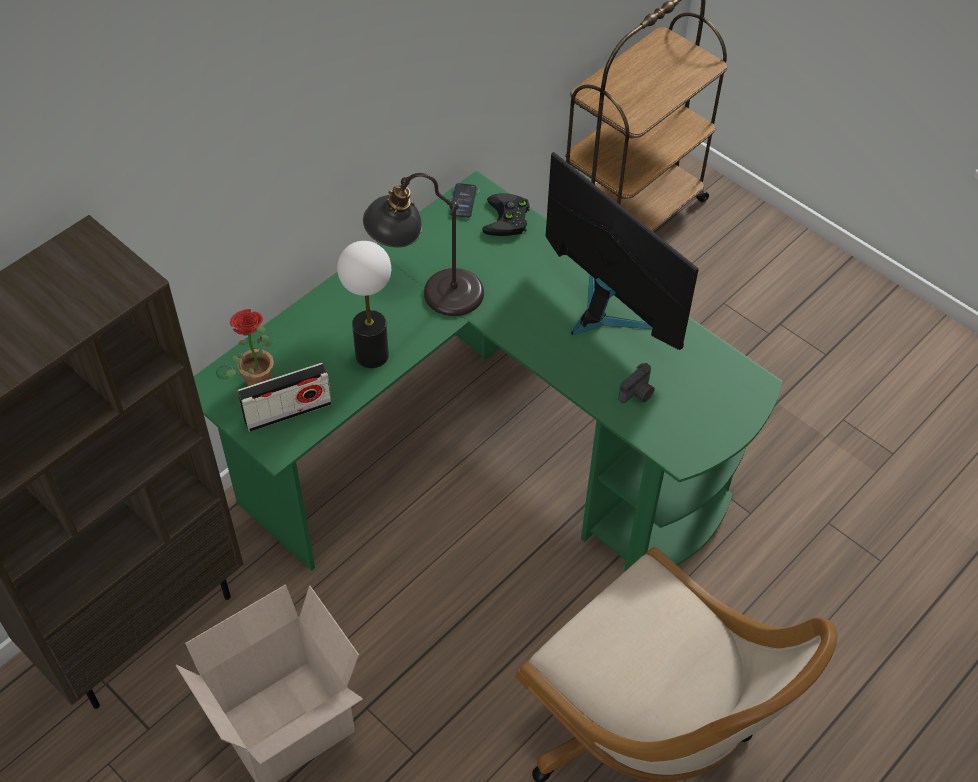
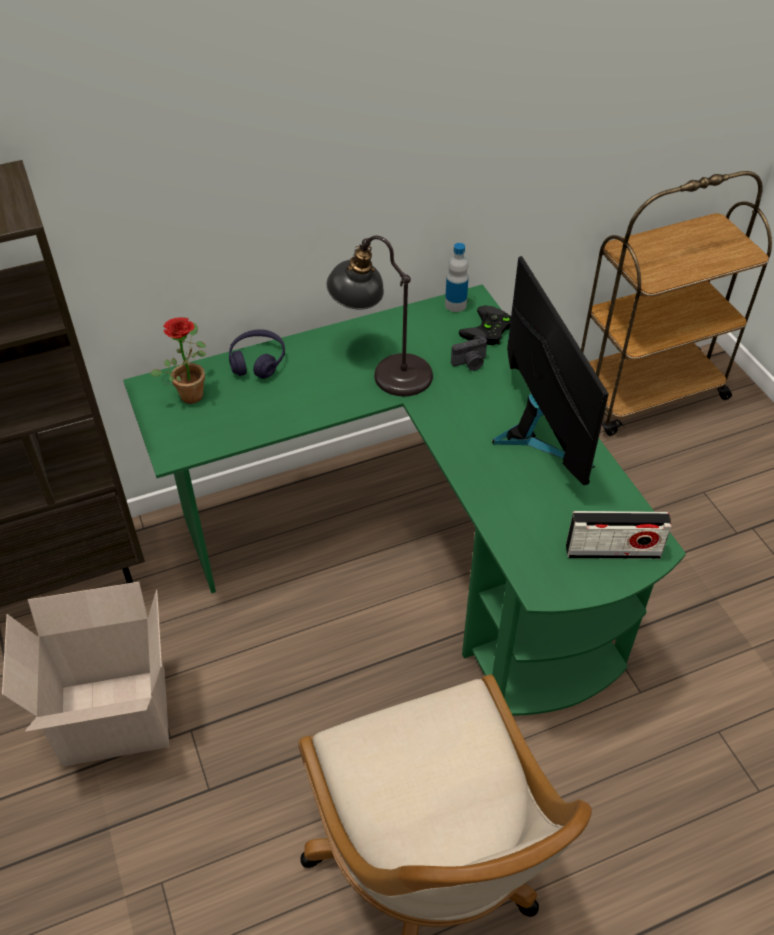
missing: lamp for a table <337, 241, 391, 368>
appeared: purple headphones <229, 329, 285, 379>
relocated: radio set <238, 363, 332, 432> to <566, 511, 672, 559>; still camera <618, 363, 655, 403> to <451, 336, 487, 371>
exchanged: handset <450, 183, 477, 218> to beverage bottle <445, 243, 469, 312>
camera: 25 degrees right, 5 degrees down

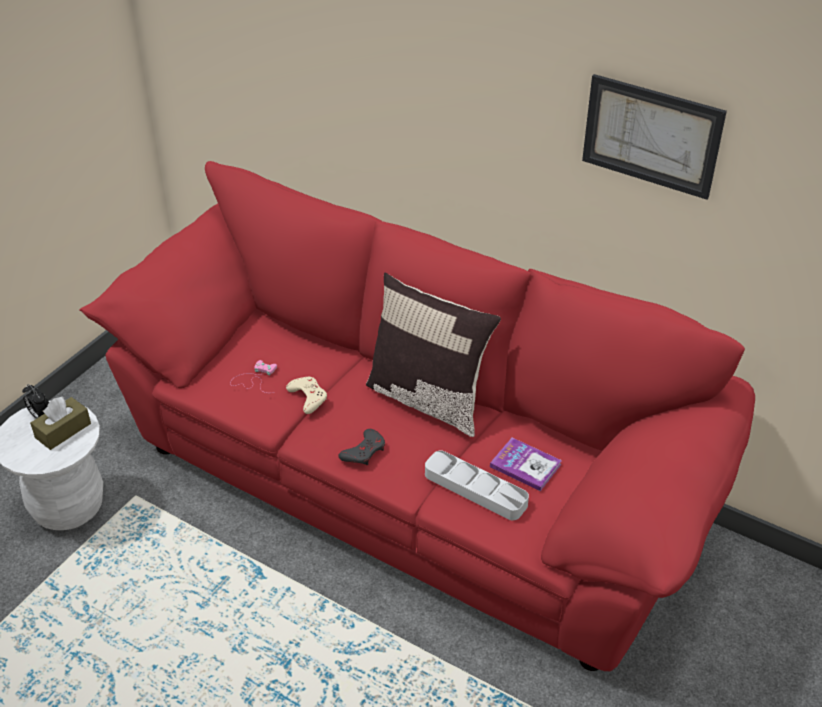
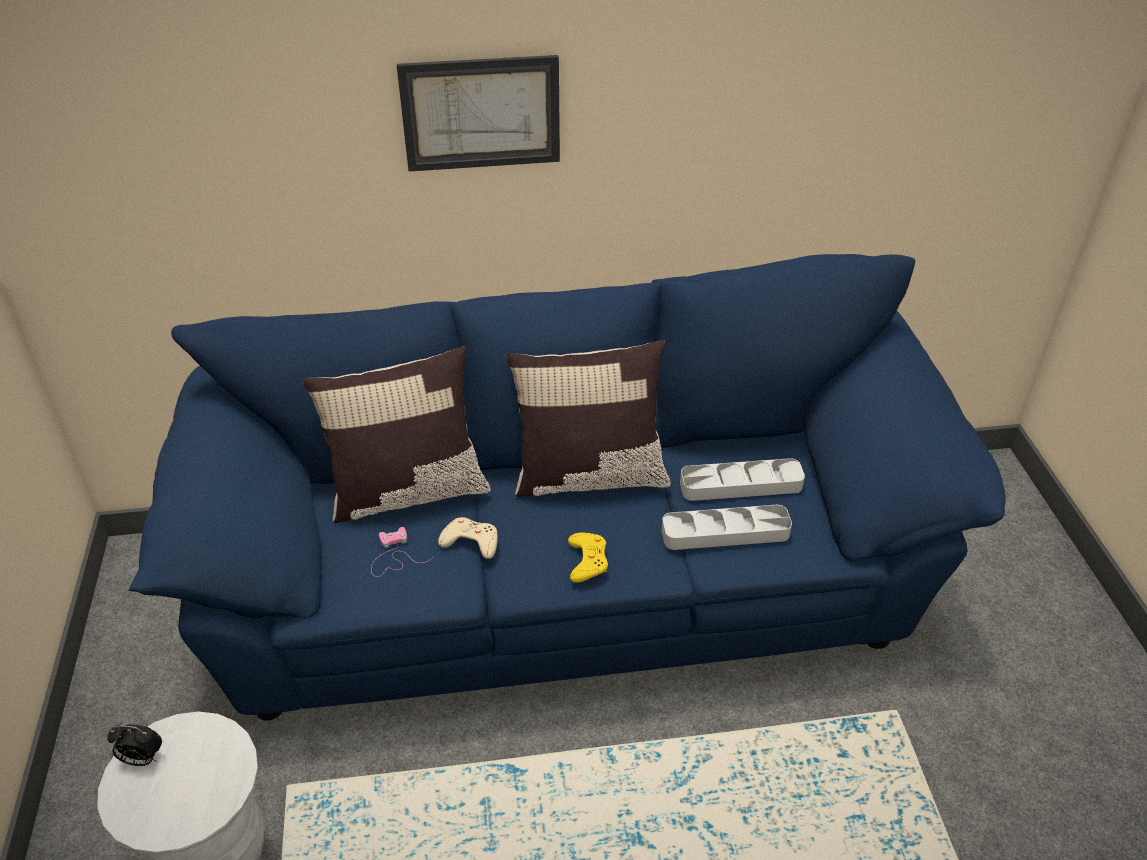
missing: brown box of tissues <30, 397, 91, 450>
appeared: pillow <302, 346, 491, 523>
relocated: wall art <582, 74, 727, 200> to <397, 55, 560, 172>
exchanged: bound book <490, 438, 562, 491> to gray tray <680, 458, 805, 501>
colour: reddish couch <79, 161, 755, 671> to blue-coloured couch <129, 254, 1006, 720>; gray gamepad <338, 429, 385, 465> to yellowish gamepad <568, 533, 608, 583>
camera: 40 degrees left, 0 degrees up

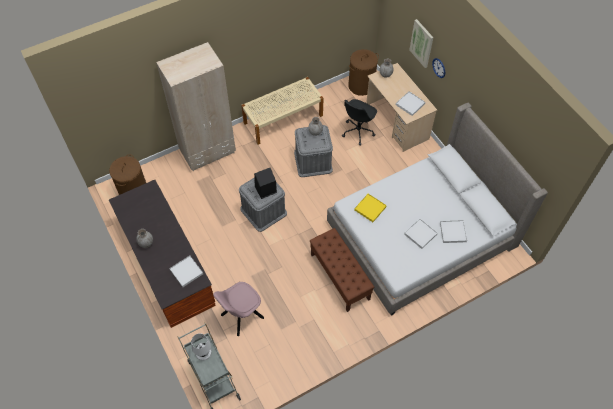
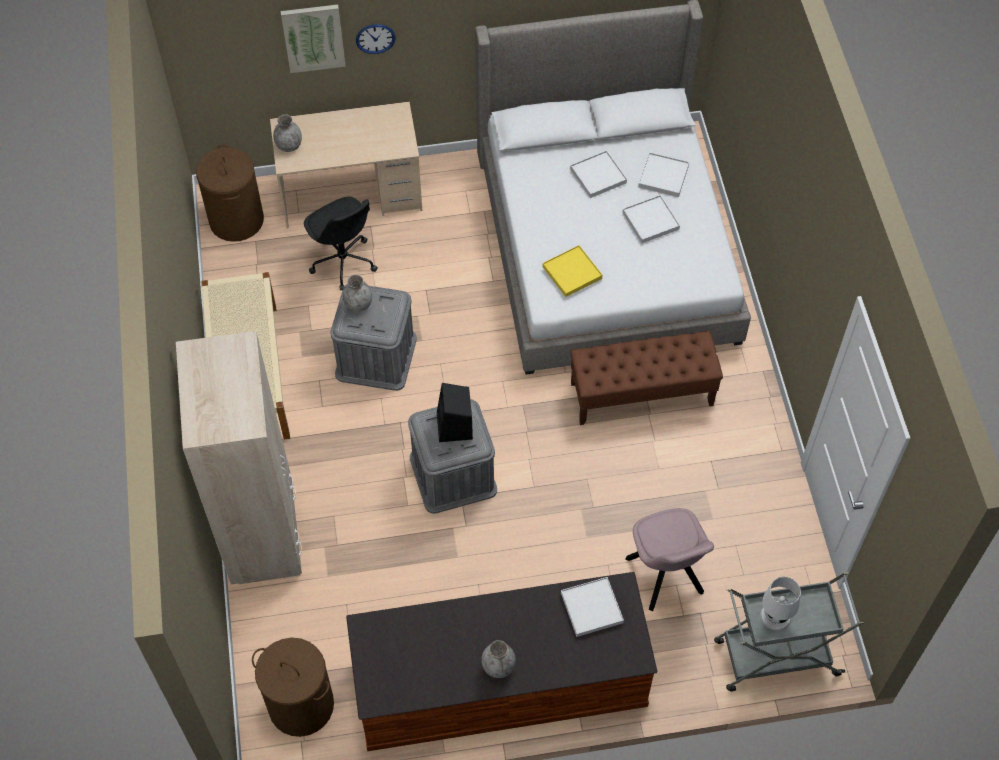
relocated: whitish tray <396, 91, 425, 116> to <570, 150, 627, 198>
camera: 70 degrees left, 0 degrees up

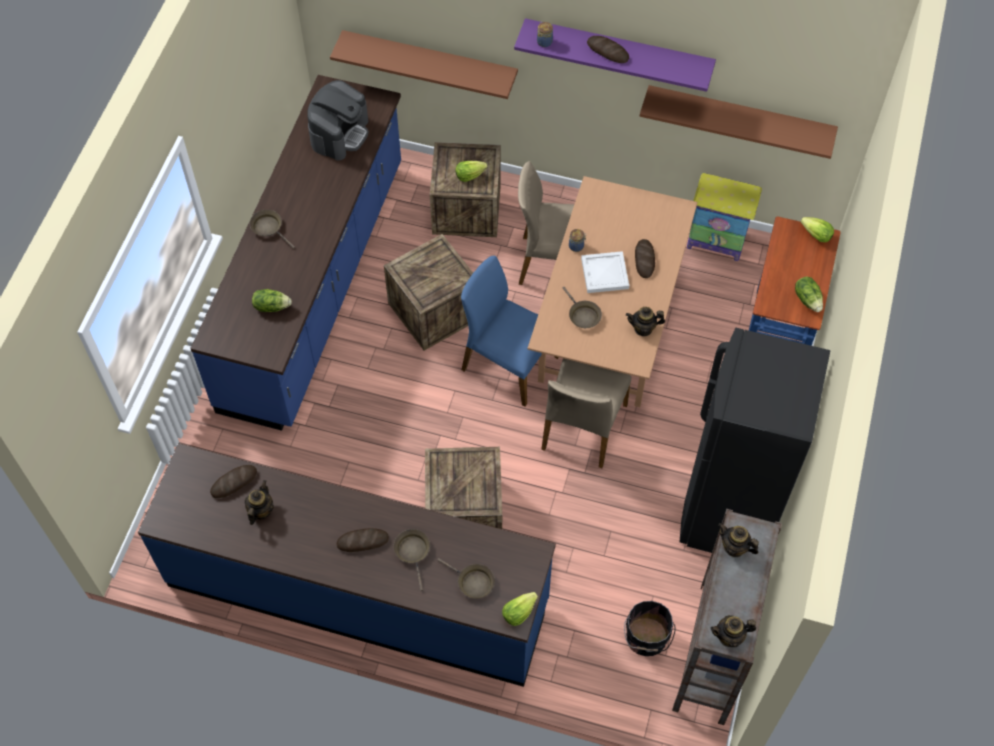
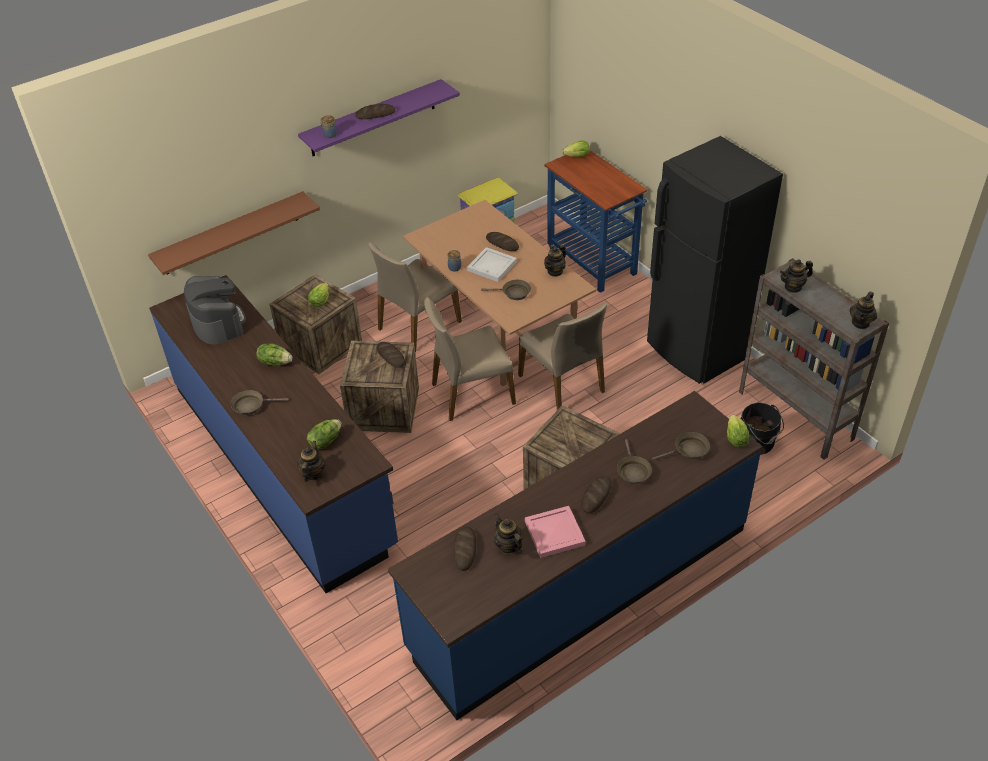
missing: brown wall shelf <640, 85, 838, 159>
appeared: teapot <297, 441, 325, 482>; baked bread <376, 342, 405, 368>; pink-coloured tray <525, 506, 586, 558>
relocated: lettuce <795, 277, 823, 312> to <256, 343, 293, 366>
colour: blue-coloured plain chair <461, 256, 559, 407> to beige-coloured plain chair <424, 297, 516, 421>
spun: brown frying pan <394, 529, 430, 591> = <617, 439, 652, 484> 120 degrees counterclockwise
camera: 50 degrees left, 15 degrees down

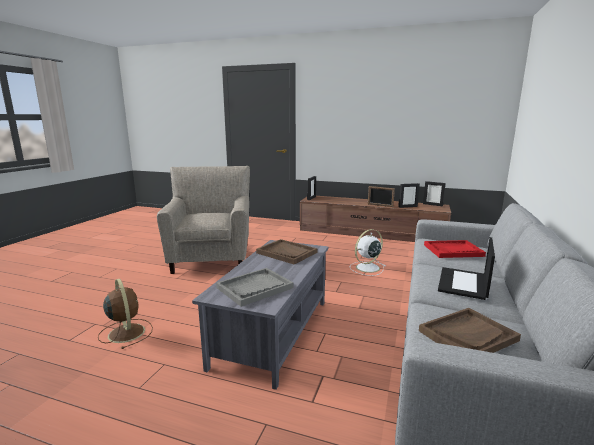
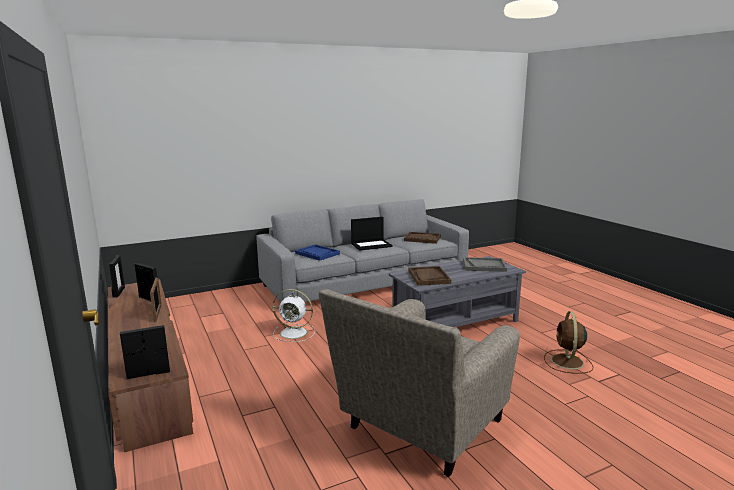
colour: reddish tray <424, 240, 486, 258> to blue-coloured tray <295, 244, 340, 261>
camera: 135 degrees left, 0 degrees up

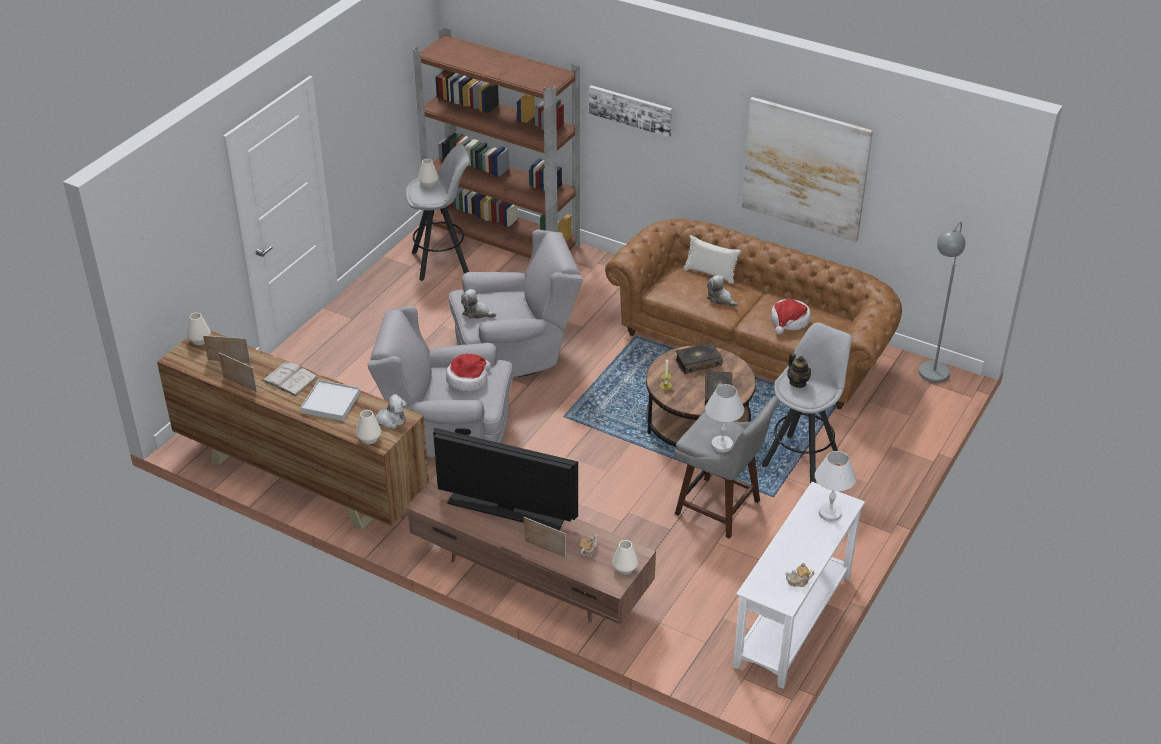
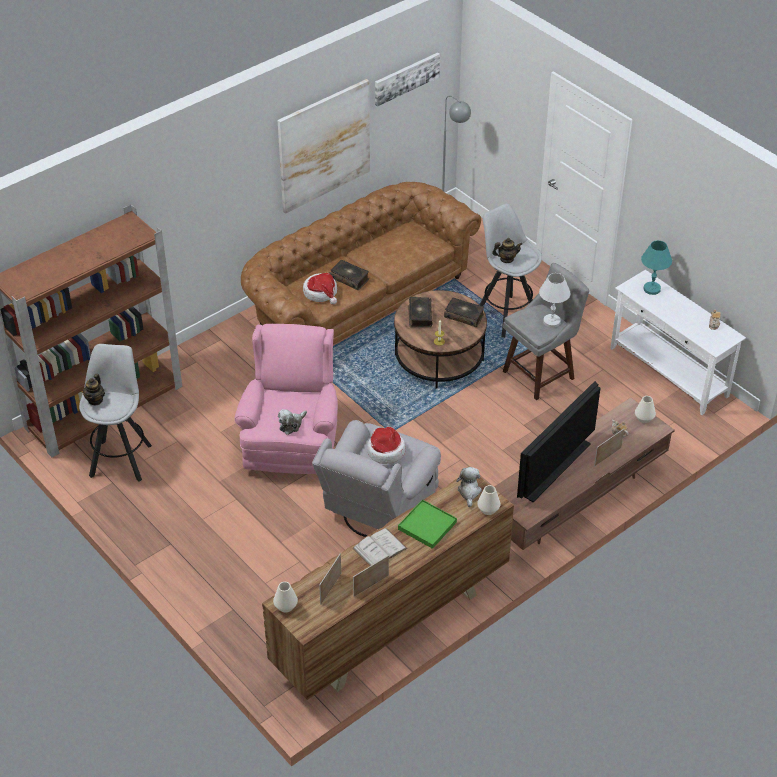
missing: whitish pillow <683, 235, 741, 284>
relocated: wall art <589, 85, 672, 137> to <375, 53, 440, 107>; clothing hat <771, 299, 811, 335> to <303, 273, 337, 305>
exchanged: whitish decorative vase <418, 159, 439, 188> to teapot <83, 374, 105, 405>; cuddly toy <707, 275, 738, 307> to bound book <329, 260, 369, 290>
colour: whitish tray <300, 380, 360, 421> to greenish tray <398, 499, 457, 549>; gray easy chair <449, 230, 583, 377> to pink-coloured easy chair <235, 324, 338, 474>; whitish lamp for a table <815, 451, 856, 522> to turquoise lamp for a table <641, 240, 672, 295>
camera: 70 degrees left, 5 degrees up

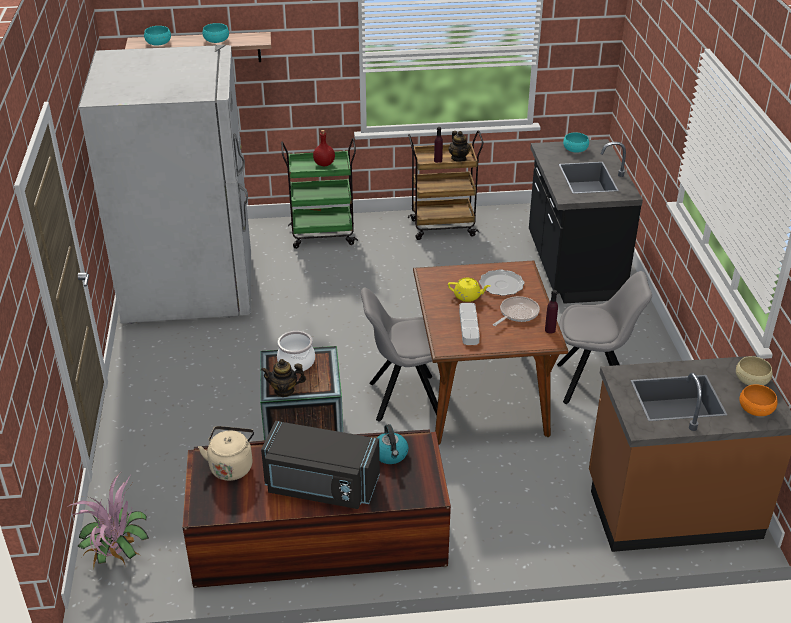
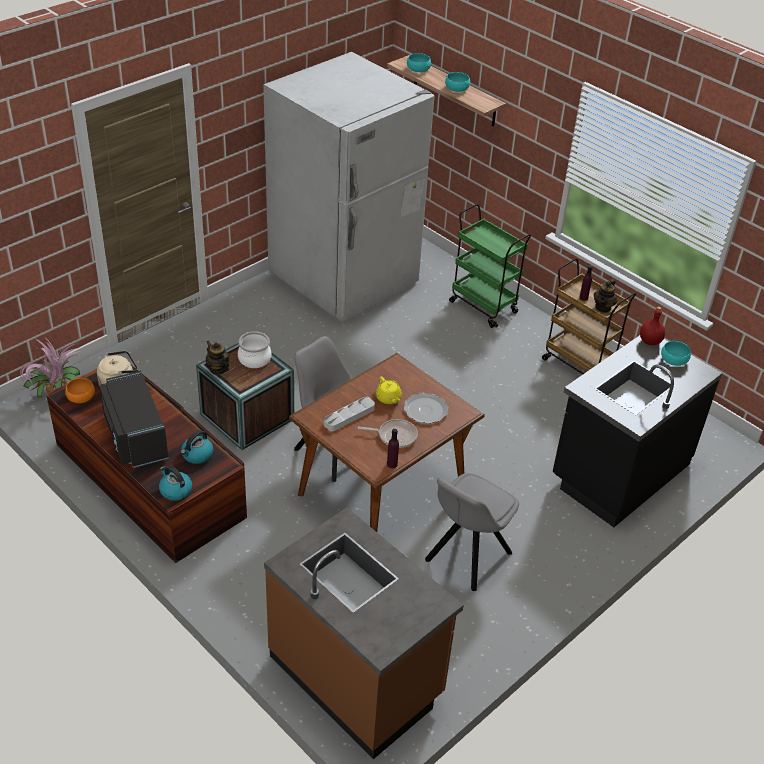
missing: beige-coloured serving bowl <736, 356, 772, 386>
appeared: water kettle <159, 466, 192, 501>
relocated: reddish beverage bottle <313, 130, 335, 167> to <640, 307, 665, 345>; orangey serving bowl <739, 384, 778, 416> to <65, 378, 95, 403>
spun: gray plain chair <557, 271, 652, 404> = <425, 473, 519, 591> 75 degrees clockwise
camera: 50 degrees right, 5 degrees up

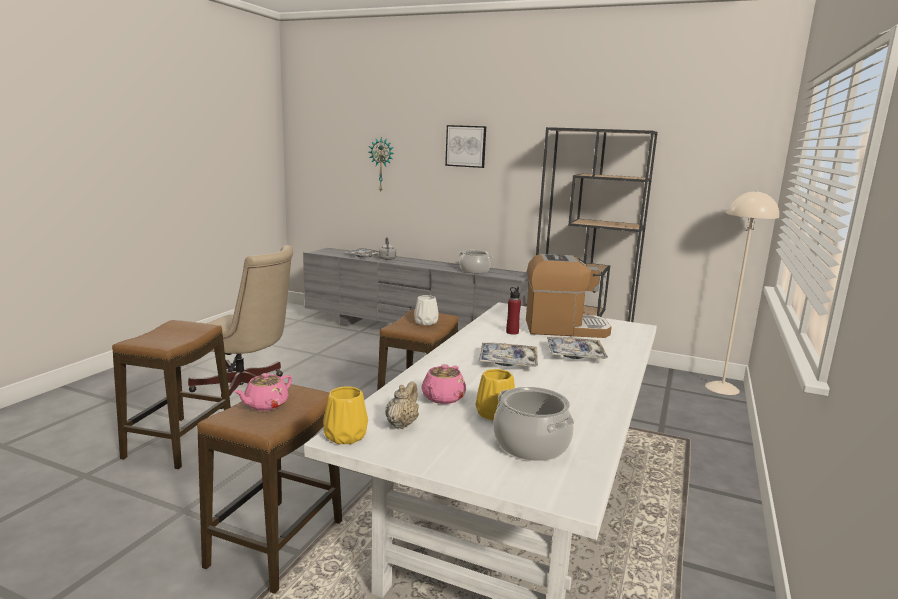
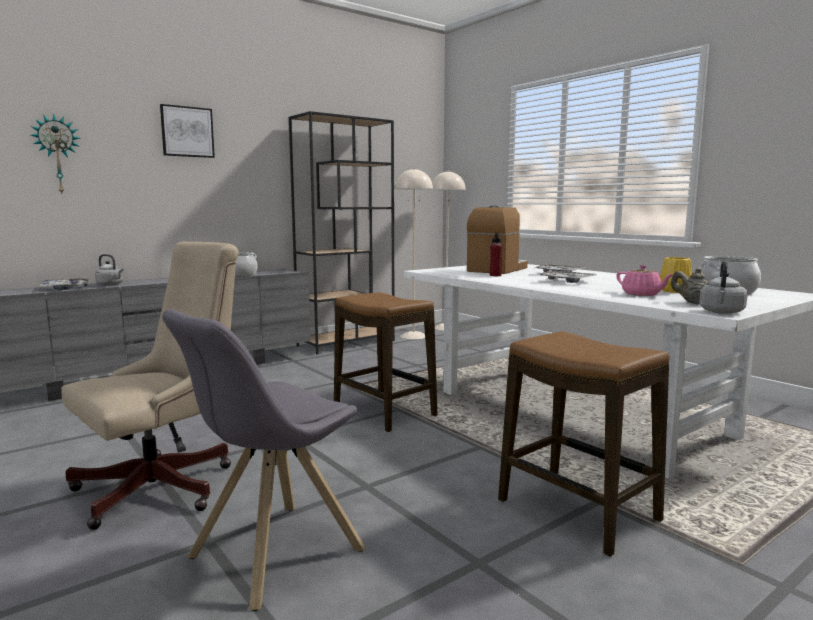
missing: pink-coloured teapot <234, 373, 292, 411>; whitish decorative vase <414, 295, 439, 325>
appeared: beige-coloured floor lamp <395, 168, 433, 339>
exchanged: stool seat <112, 320, 231, 469> to gray plain chair <162, 309, 364, 611>; yellowish decorative vase <323, 387, 368, 444> to gray water kettle <699, 260, 748, 314>
camera: 60 degrees left, 5 degrees down

